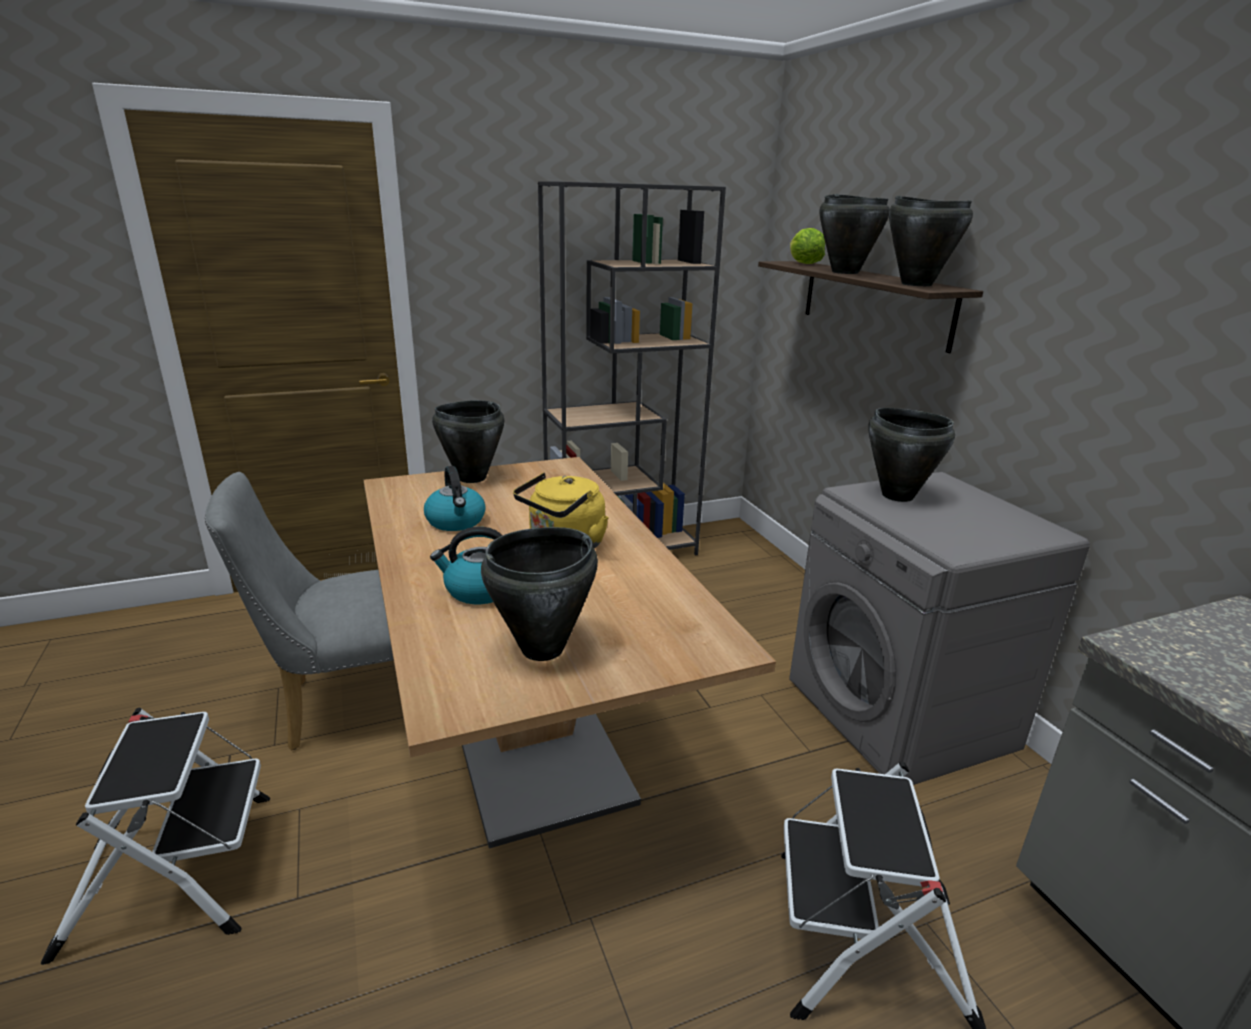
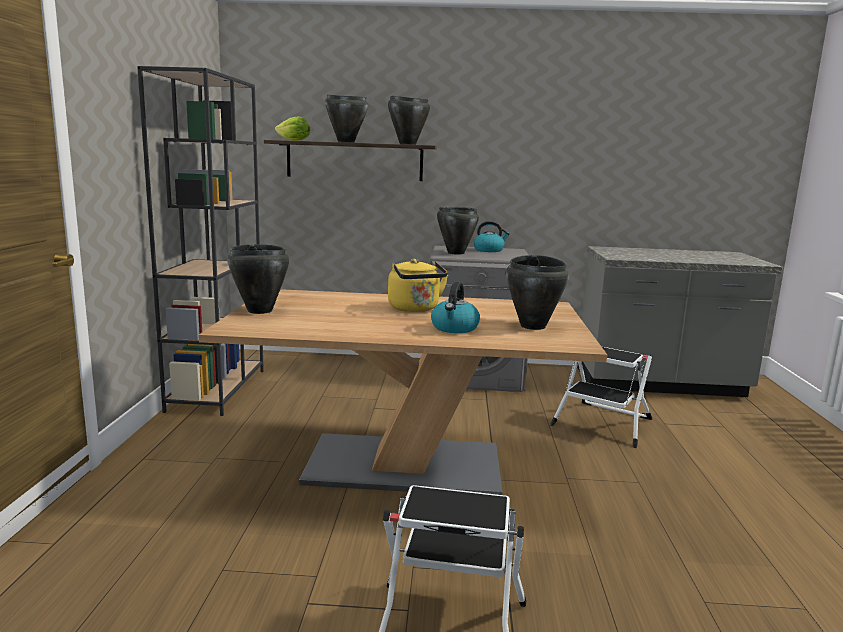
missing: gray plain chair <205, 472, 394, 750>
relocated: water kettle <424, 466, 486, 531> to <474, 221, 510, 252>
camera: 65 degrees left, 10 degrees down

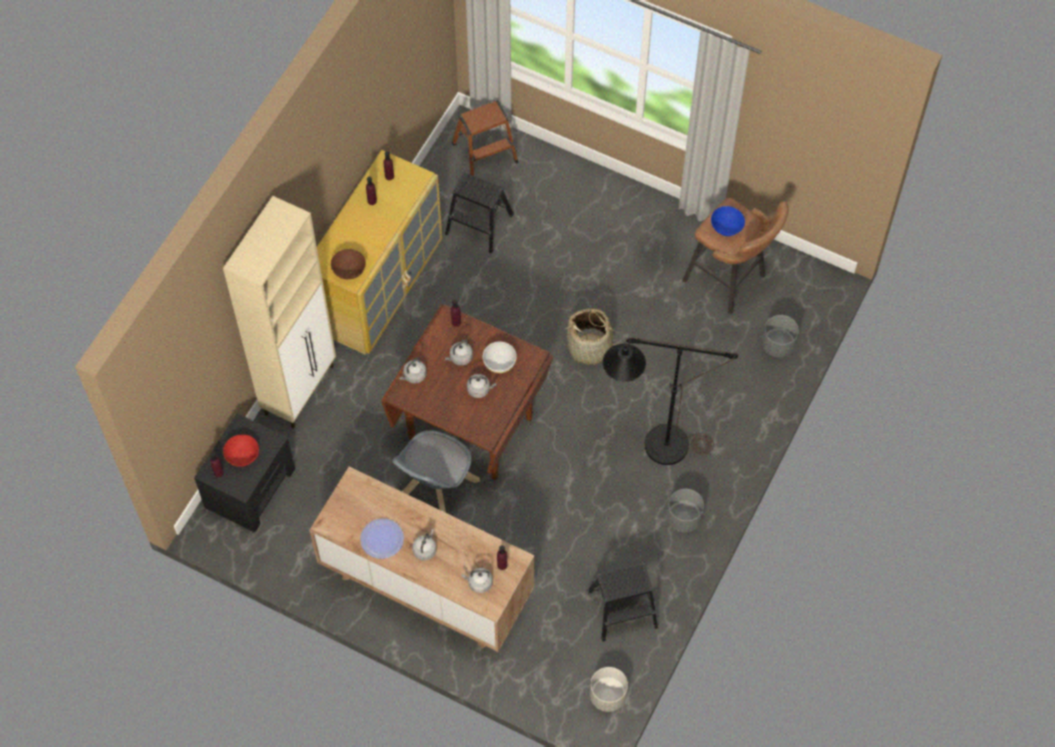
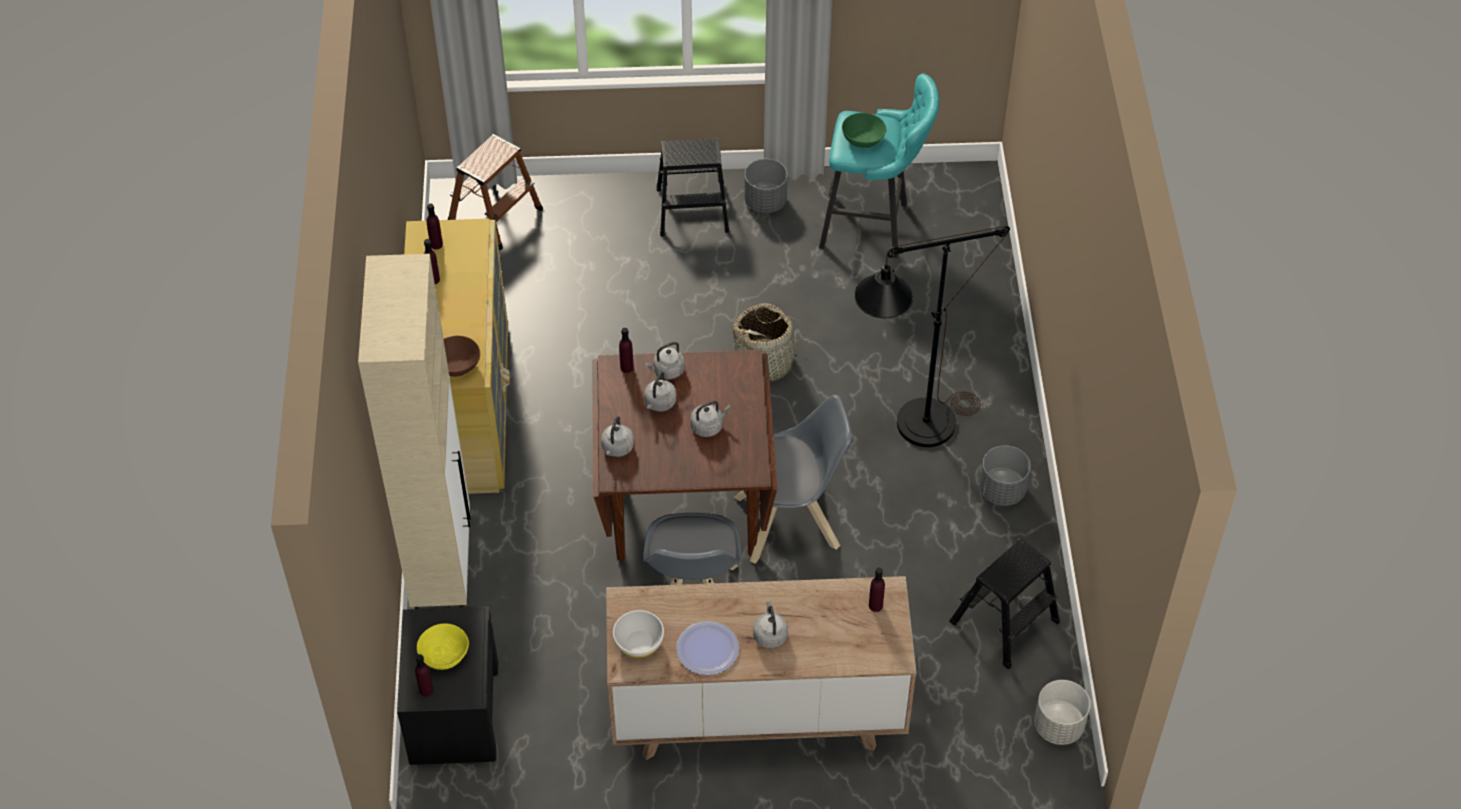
appeared: gray plain chair <734, 395, 852, 564>
relocated: black-coloured step stool <445, 172, 514, 253> to <656, 138, 729, 237>; gray water kettle <461, 568, 493, 593> to <645, 342, 685, 379>; whitish serving bowl <483, 342, 517, 373> to <613, 610, 664, 657>; gray planter <762, 315, 799, 357> to <744, 159, 788, 213>
colour: reddish serving bowl <223, 434, 259, 467> to yellowish serving bowl <417, 623, 469, 670>; brown stool seat <682, 198, 788, 314> to turquoise stool seat <819, 73, 940, 258>; blue-coloured serving bowl <711, 206, 745, 236> to greenish serving bowl <842, 113, 886, 148>
camera: 30 degrees left, 10 degrees down

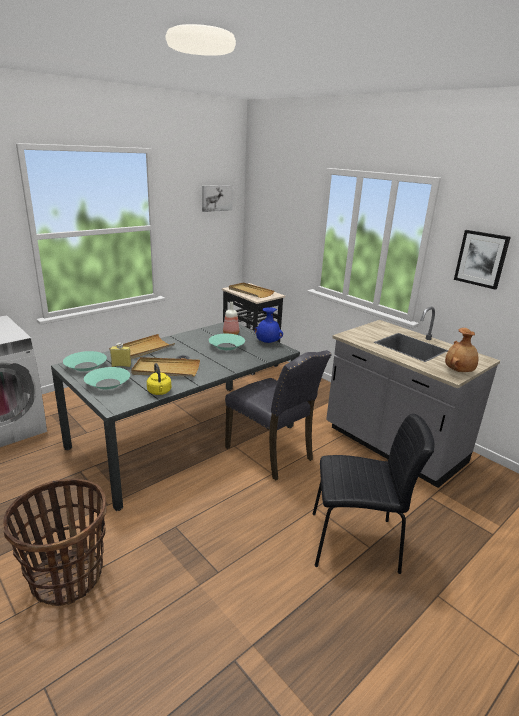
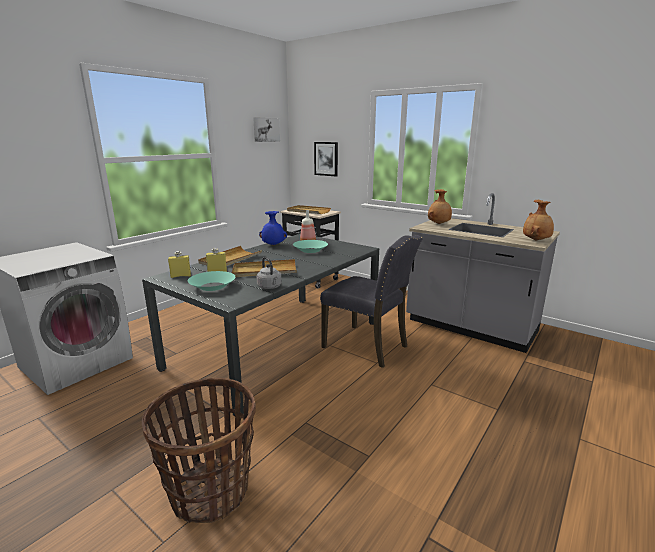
missing: black-coloured plain chair <312, 414, 435, 574>
appeared: brown decorative vase <428, 189, 452, 224>
relocated: blue-coloured decorative vase <254, 307, 283, 343> to <259, 211, 287, 245>; wall art <454, 230, 511, 290> to <314, 142, 338, 176>
exchanged: turquoise serving bowl <63, 351, 107, 371> to yellowish beverage bottle <168, 251, 191, 278>
colour: yellowish water kettle <147, 363, 171, 395> to gray water kettle <256, 257, 282, 289>
camera: 10 degrees left, 5 degrees down

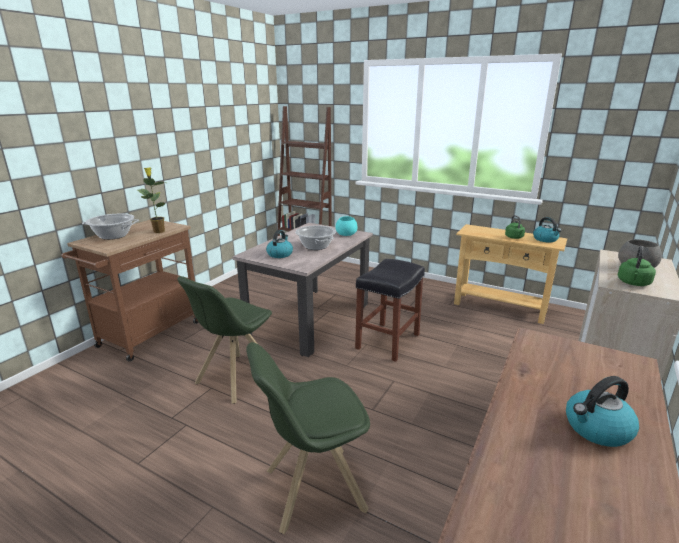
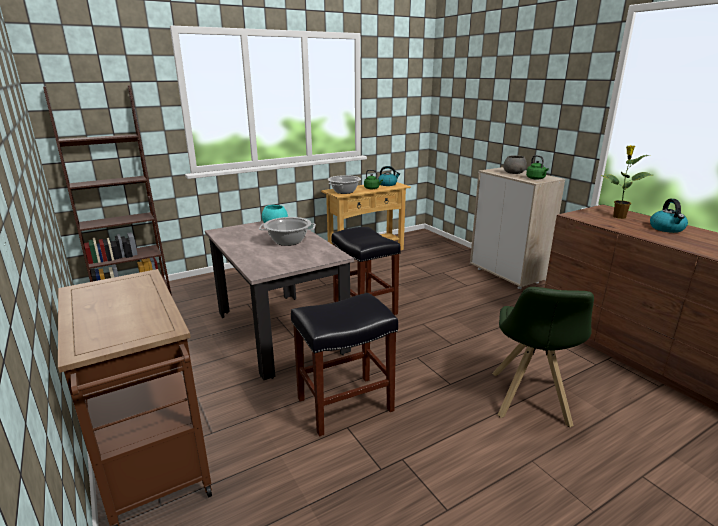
missing: water kettle <266, 230, 293, 258>
relocated: saucepot <82, 214, 139, 240> to <328, 175, 361, 194>; potted plant <138, 168, 166, 233> to <600, 145, 652, 219>
exchanged: greenish plain chair <177, 276, 272, 404> to black-coloured stool seat <291, 293, 398, 436>
camera: 60 degrees left, 0 degrees up

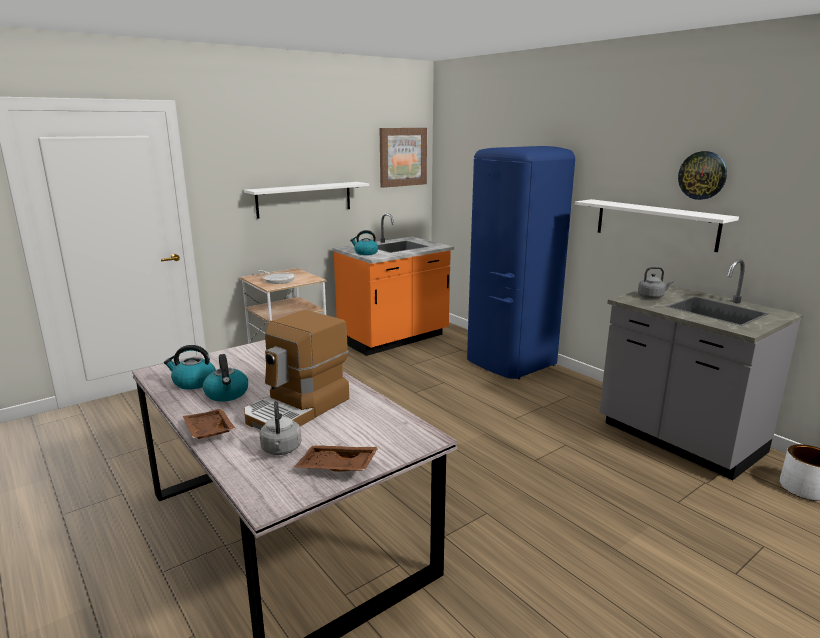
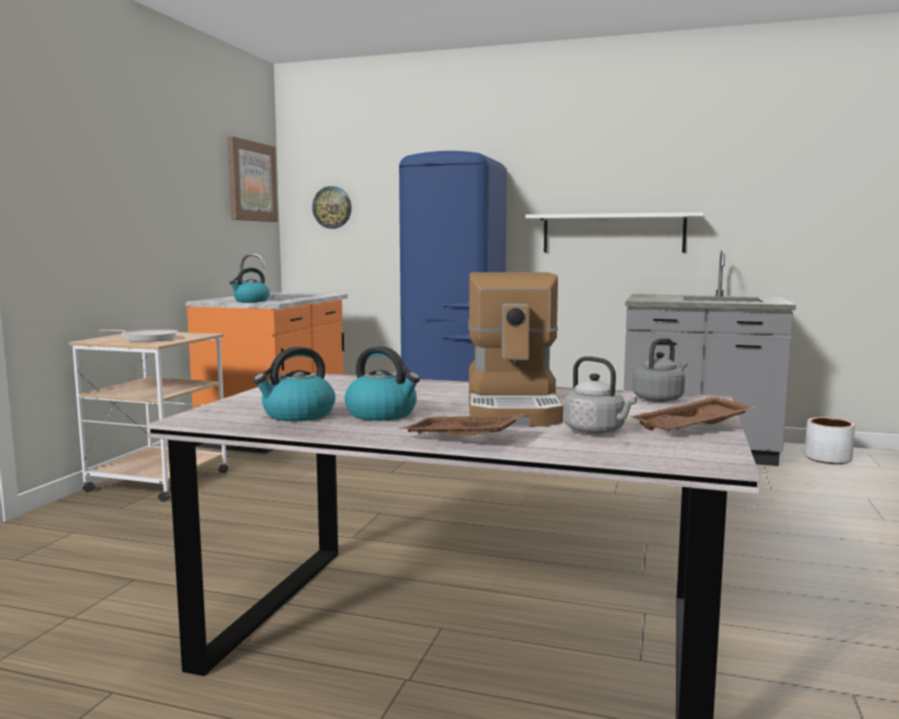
missing: whitish wall shelf <244, 182, 369, 219>
relocated: gray water kettle <638, 267, 673, 299> to <632, 338, 687, 402>; hanging clock <678, 151, 727, 200> to <312, 186, 351, 229>
camera: 35 degrees left, 10 degrees down

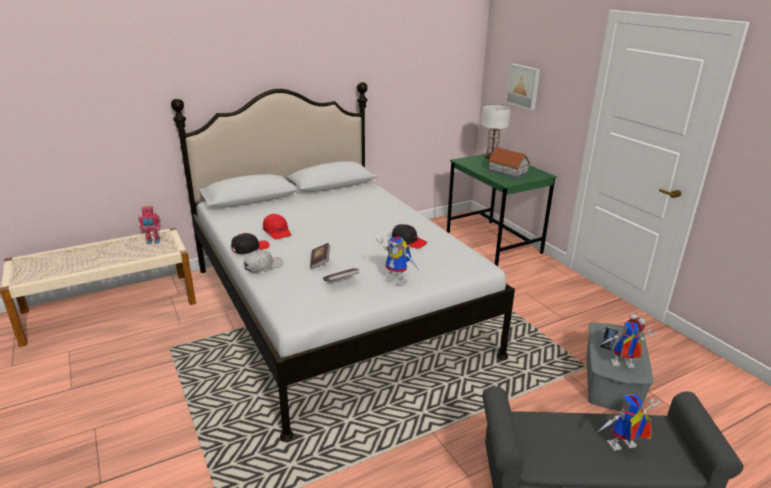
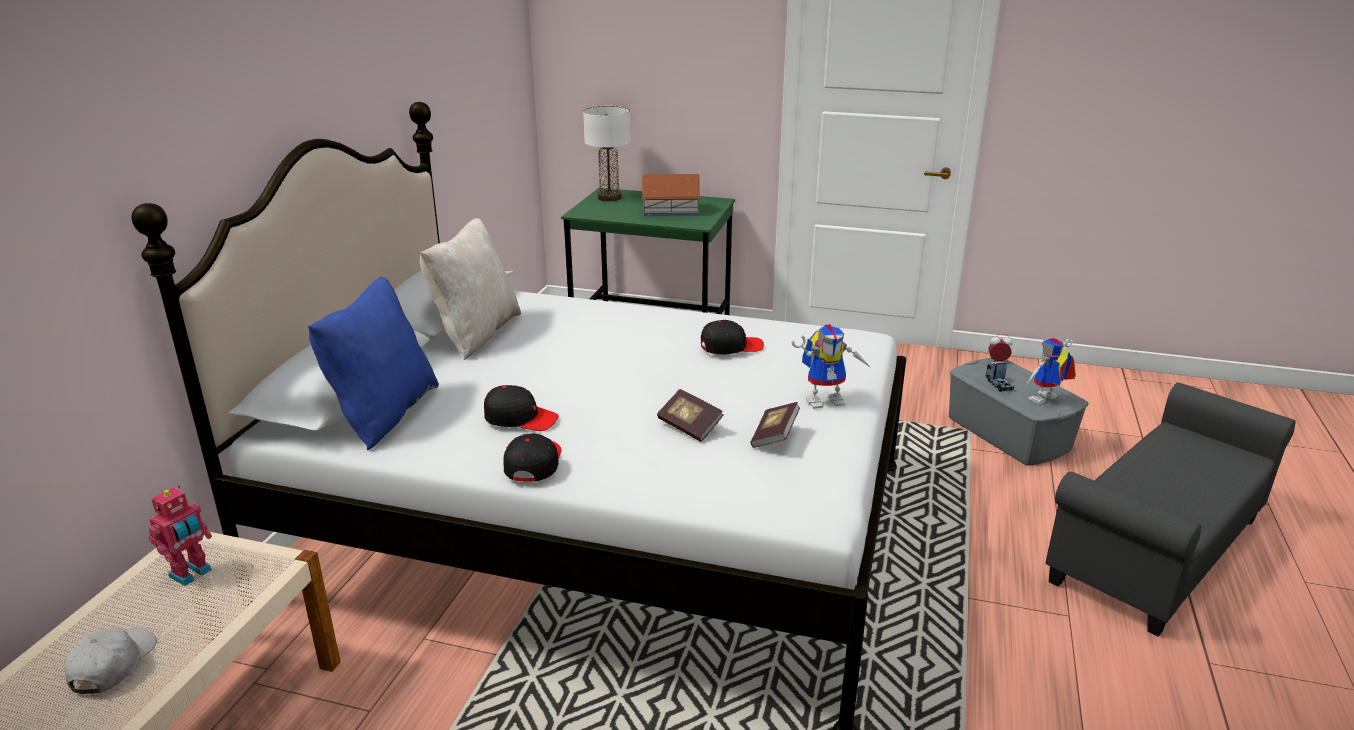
missing: wall art <506, 64, 540, 110>; model robot <598, 394, 659, 451>
appeared: blue-coloured pillow <308, 277, 439, 450>; beige-coloured pillow <420, 218, 521, 360>
relocated: whitish peaked cap <244, 249, 283, 273> to <65, 627, 157, 694>
colour: reddish peaked cap <263, 214, 291, 239> to black-coloured peaked cap <484, 385, 558, 431>
camera: 45 degrees left, 0 degrees up

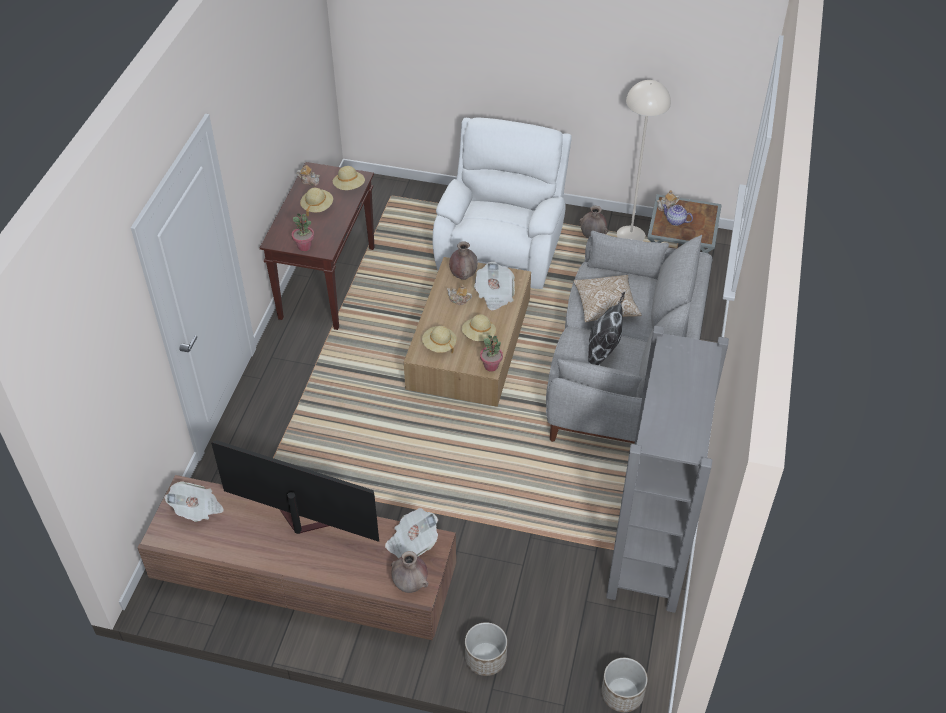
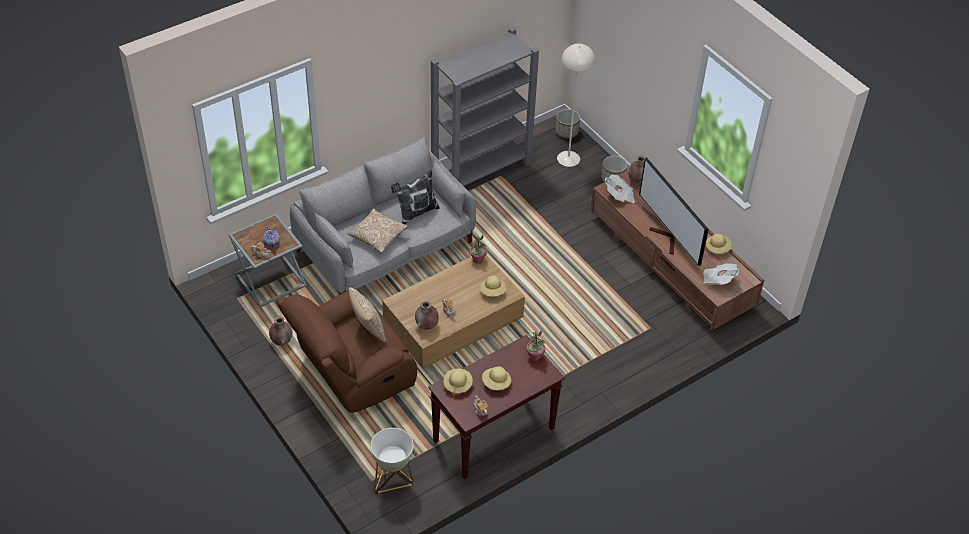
missing: daily paper <474, 262, 515, 311>
appeared: pillow <349, 287, 386, 343>; planter <371, 428, 414, 493>
relocated: beige-coloured clothing hat <462, 314, 496, 341> to <705, 233, 732, 254>; beige-coloured floor lamp <617, 80, 671, 241> to <557, 43, 595, 167>
colour: whitish easy chair <433, 118, 572, 289> to brown easy chair <276, 290, 417, 413>
camera: 140 degrees left, 0 degrees up

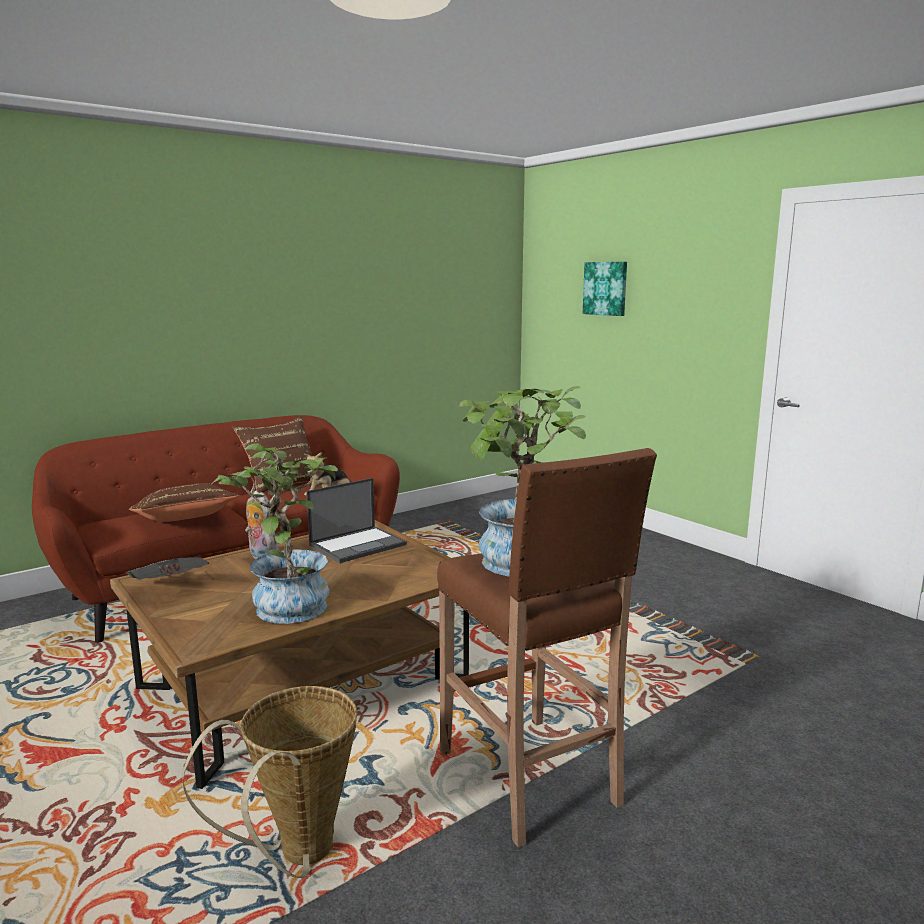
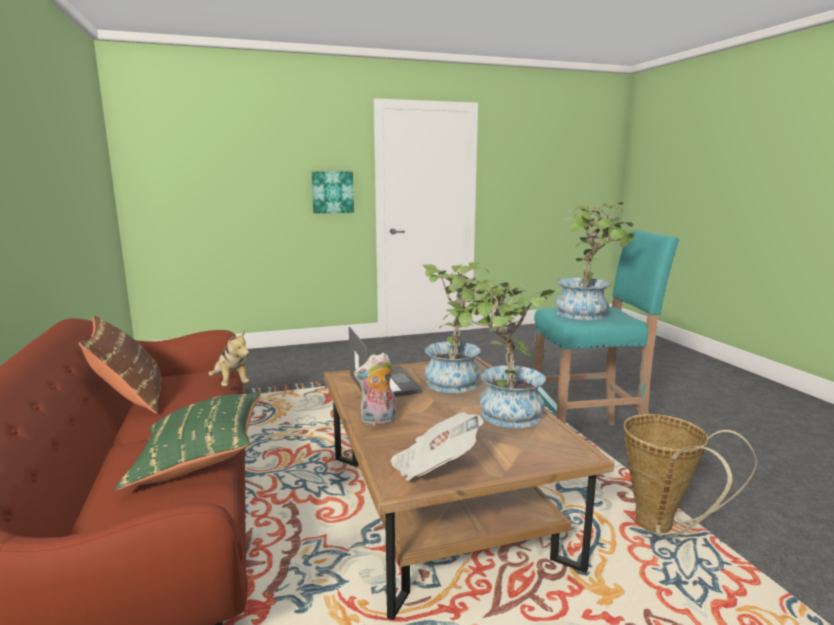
appeared: potted plant <423, 261, 504, 393>
relocated: wall art <583, 262, 627, 316> to <312, 171, 354, 213>
colour: brown pillow <129, 483, 240, 522> to greenish pillow <115, 391, 261, 490>; brown stool seat <437, 448, 657, 848> to turquoise stool seat <534, 229, 679, 425>
camera: 70 degrees left, 0 degrees up

